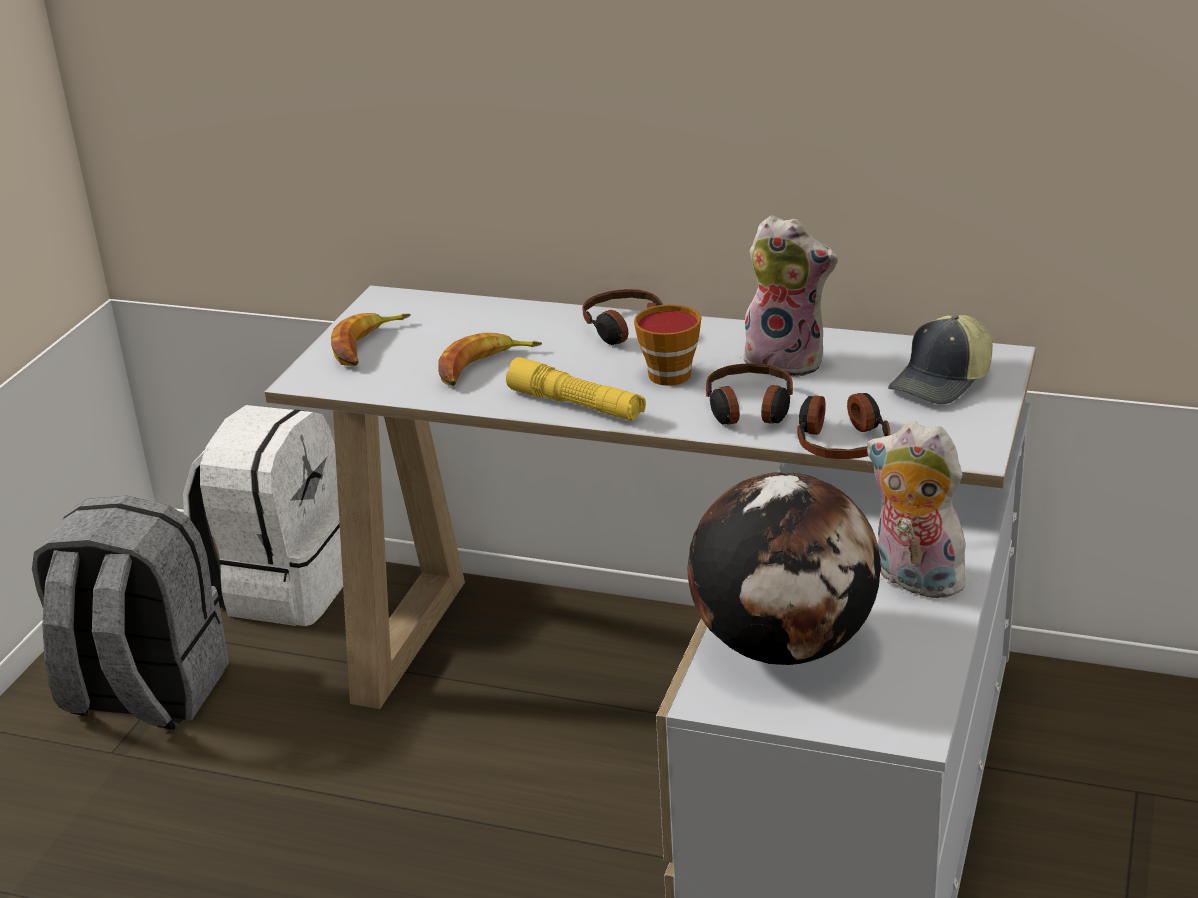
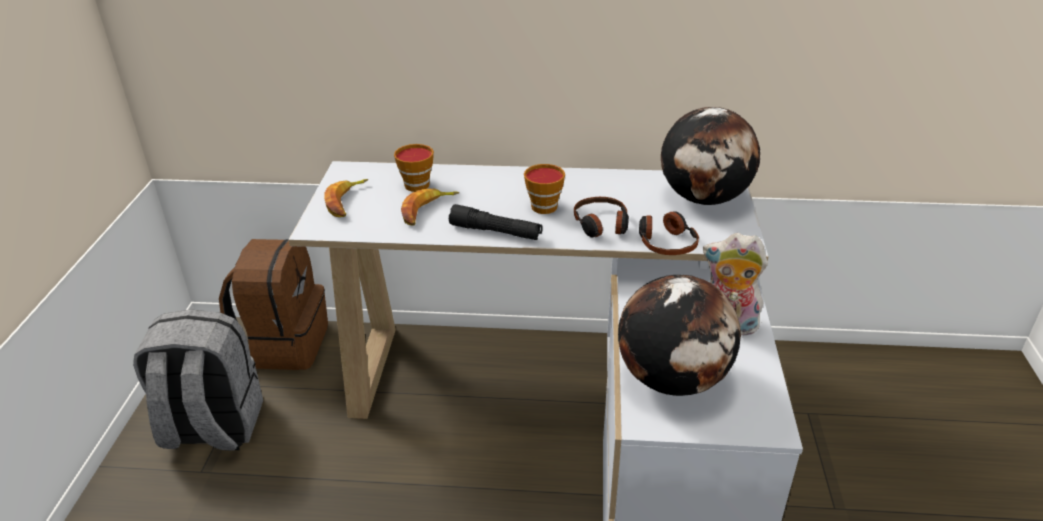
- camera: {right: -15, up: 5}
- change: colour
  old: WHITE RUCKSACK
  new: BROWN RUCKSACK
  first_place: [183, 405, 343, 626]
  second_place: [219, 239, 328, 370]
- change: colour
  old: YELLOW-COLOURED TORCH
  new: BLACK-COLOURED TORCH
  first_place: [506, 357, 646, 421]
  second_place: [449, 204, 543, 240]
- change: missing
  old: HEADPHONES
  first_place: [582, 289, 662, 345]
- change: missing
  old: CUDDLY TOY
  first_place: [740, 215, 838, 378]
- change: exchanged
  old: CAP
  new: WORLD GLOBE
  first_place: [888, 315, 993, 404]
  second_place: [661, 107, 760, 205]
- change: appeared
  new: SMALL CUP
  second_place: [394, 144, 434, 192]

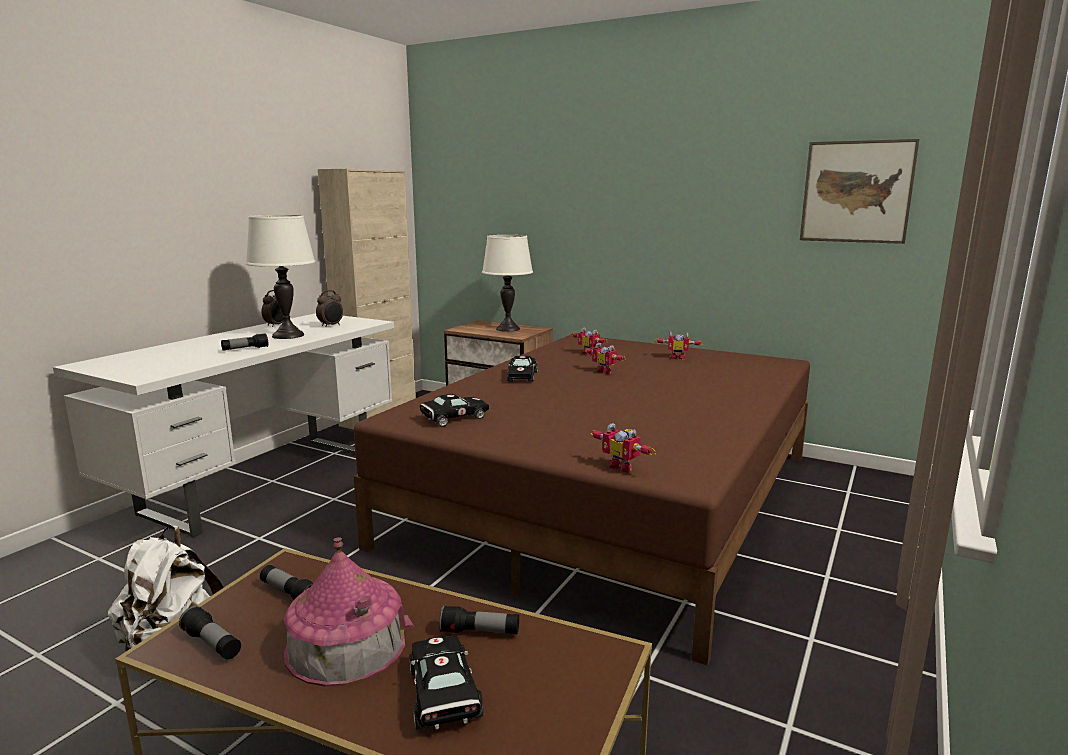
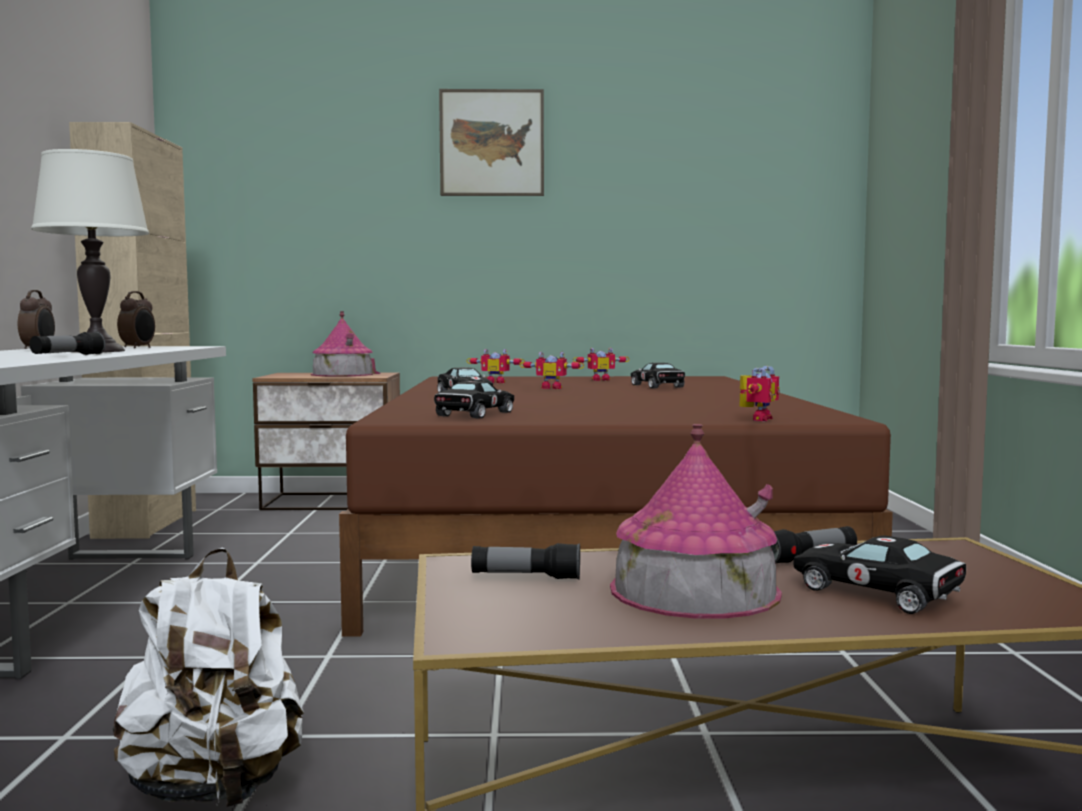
- camera: {right: -30, up: -10}
- change: missing
  old: TORCH
  first_place: [179, 606, 241, 659]
- change: exchanged
  old: WHITE TABLE LAMP
  new: MINIATURE HOUSE
  first_place: [482, 235, 533, 332]
  second_place: [311, 311, 380, 377]
- change: spun
  old: TOY ROBOT
  first_place: [590, 423, 656, 473]
  second_place: [740, 366, 780, 421]
  degrees: -75
- change: relocated
  old: WALL PICTURE
  first_place: [800, 139, 920, 244]
  second_place: [439, 89, 544, 196]
- change: appeared
  new: BLACK-COLOURED MINIATURE CAR
  second_place: [631, 363, 685, 388]

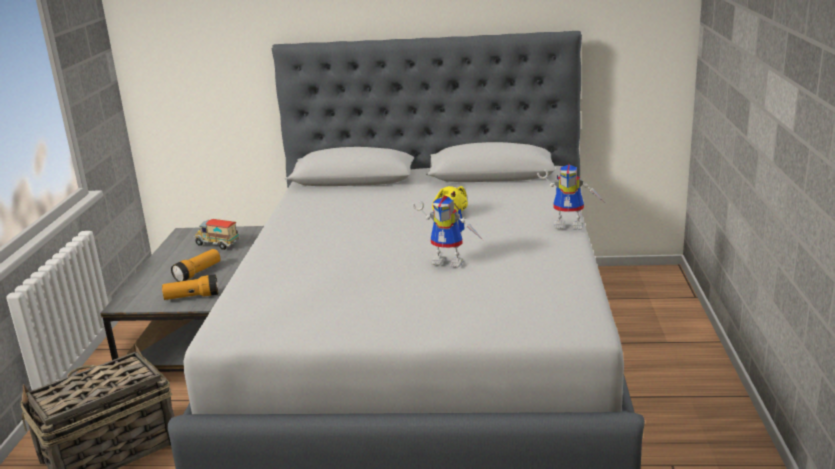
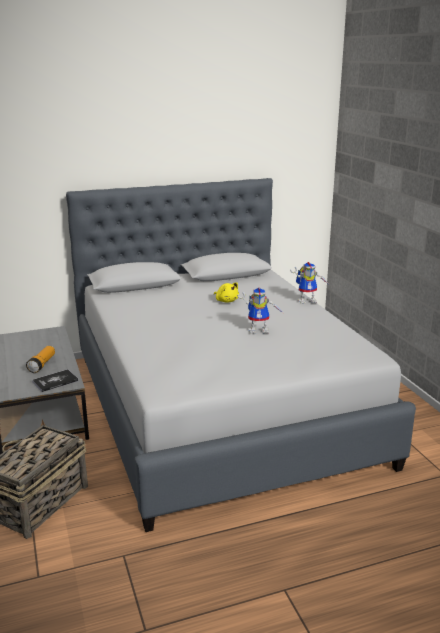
- camera: {right: -25, up: 0}
- change: exchanged
  old: TORCH
  new: BOOK
  first_place: [162, 274, 218, 300]
  second_place: [32, 369, 78, 392]
- change: missing
  old: TOY TRUCK
  first_place: [193, 219, 240, 250]

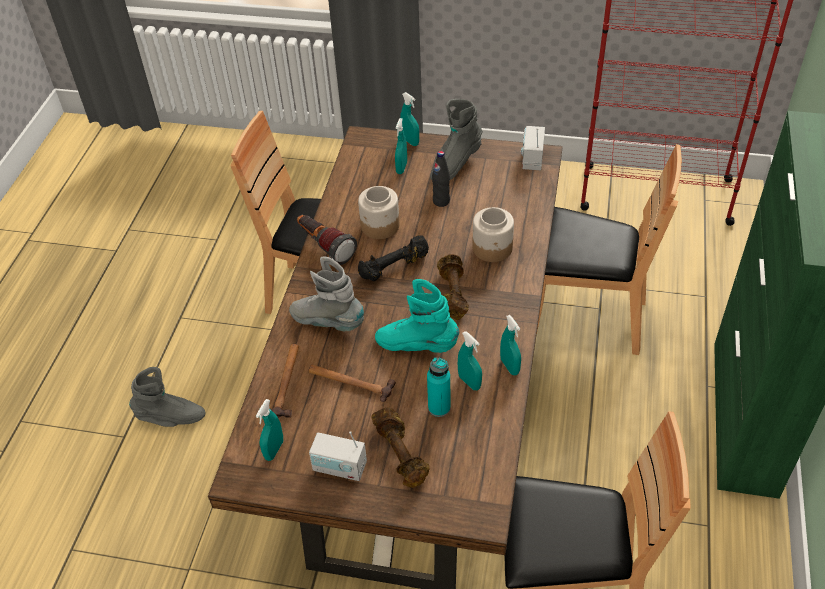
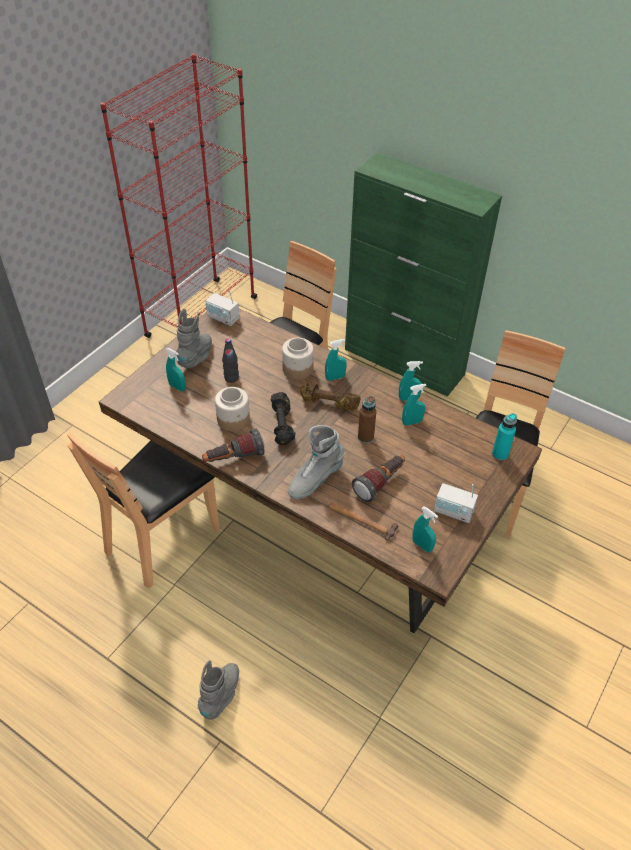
- camera: {right: -70, up: 0}
- change: exchanged
  old: HAMMER
  new: TORCH
  first_place: [309, 365, 396, 402]
  second_place: [352, 455, 405, 503]
- change: spun
  old: RADIO SET
  first_place: [309, 431, 367, 481]
  second_place: [434, 483, 478, 523]
  degrees: 75
- change: missing
  old: BROWN HAND WEIGHT
  first_place: [372, 407, 430, 488]
- change: exchanged
  old: TURQUOISE TALL BOOT
  new: BROWN BEVERAGE BOTTLE
  first_place: [375, 279, 459, 353]
  second_place: [358, 396, 376, 444]
- change: relocated
  old: TURQUOISE SPRAY BOTTLE
  first_place: [400, 92, 419, 146]
  second_place: [325, 339, 347, 381]
- change: relocated
  old: TURQUOISE BEVERAGE BOTTLE
  first_place: [427, 357, 451, 417]
  second_place: [492, 413, 517, 461]
- change: spun
  old: GRAY TALL BOOT
  first_place: [430, 99, 483, 180]
  second_place: [176, 309, 212, 368]
  degrees: -135

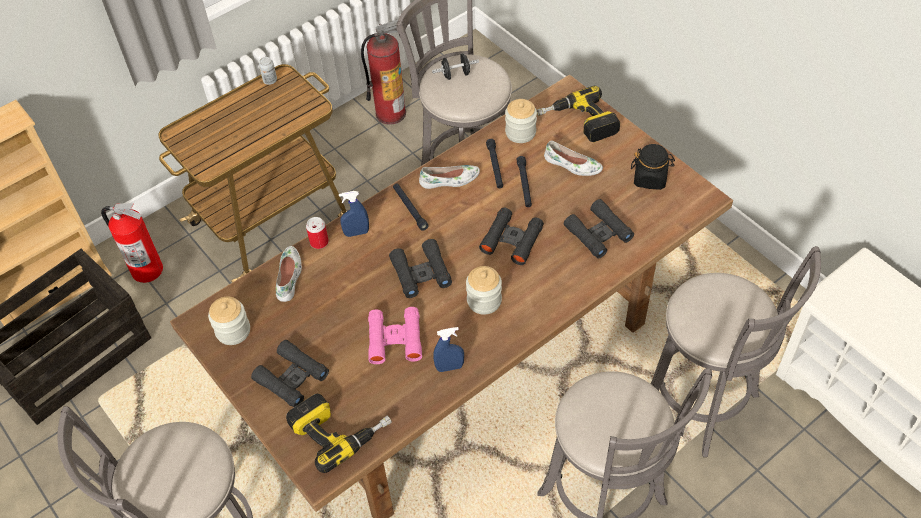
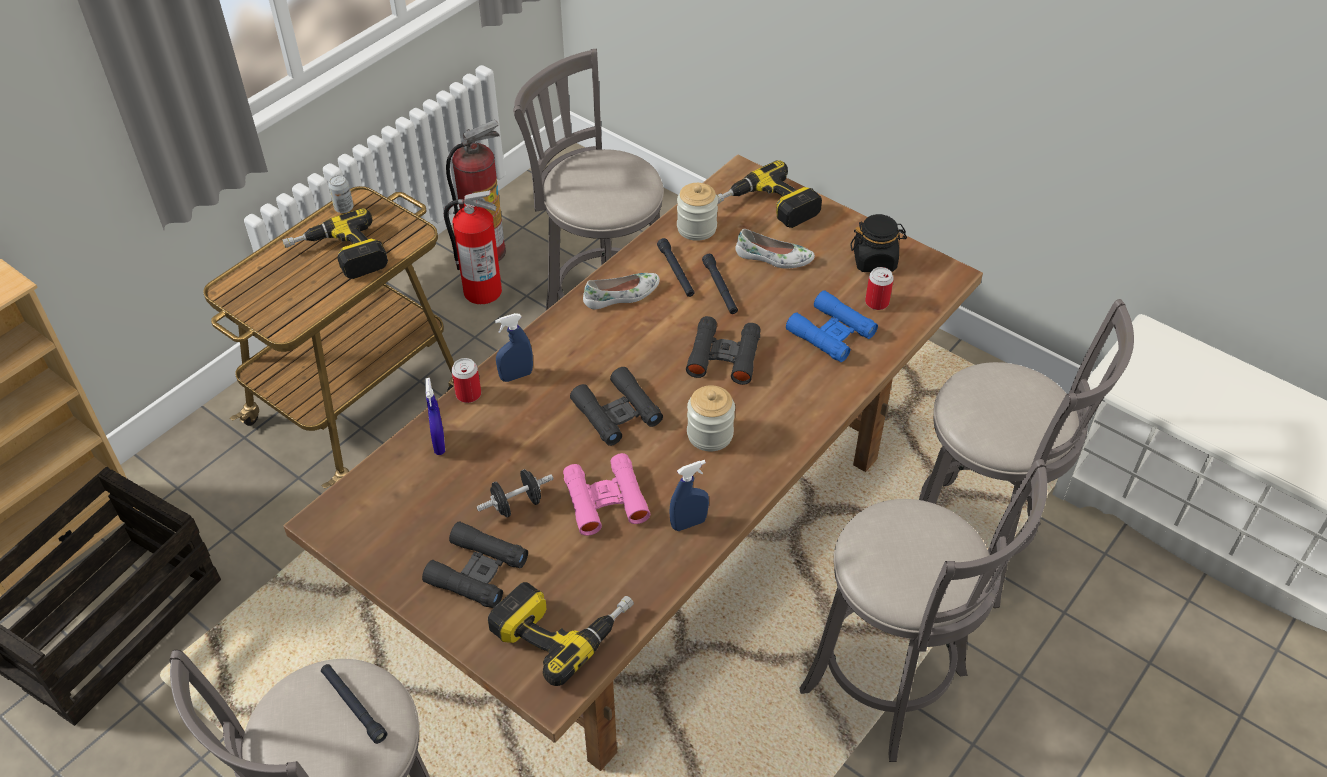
- camera: {right: -15, up: -5}
- change: relocated
  old: FIRE-FIGHTING CYLINDER
  first_place: [101, 203, 163, 283]
  second_place: [444, 190, 502, 304]
- change: missing
  old: STORAGE JAR
  first_place: [208, 296, 250, 345]
- change: exchanged
  old: WHITE LOW SHOE
  new: BLUE SPRAY BOTTLE
  first_place: [276, 246, 302, 302]
  second_place: [425, 378, 445, 455]
- change: relocated
  old: BLACK-COLOURED TORCH
  first_place: [393, 183, 429, 231]
  second_place: [321, 664, 388, 744]
- change: relocated
  old: BLACK-COLOURED HAND WEIGHT
  first_place: [432, 53, 479, 80]
  second_place: [477, 469, 554, 517]
- change: colour
  old: BLACK-COLOURED BINOCULARS
  new: BLUE BINOCULARS
  first_place: [564, 199, 634, 259]
  second_place: [786, 290, 878, 362]
- change: appeared
  new: DRILL
  second_place: [282, 208, 388, 279]
- change: appeared
  new: SEALED CAN
  second_place: [865, 267, 894, 310]

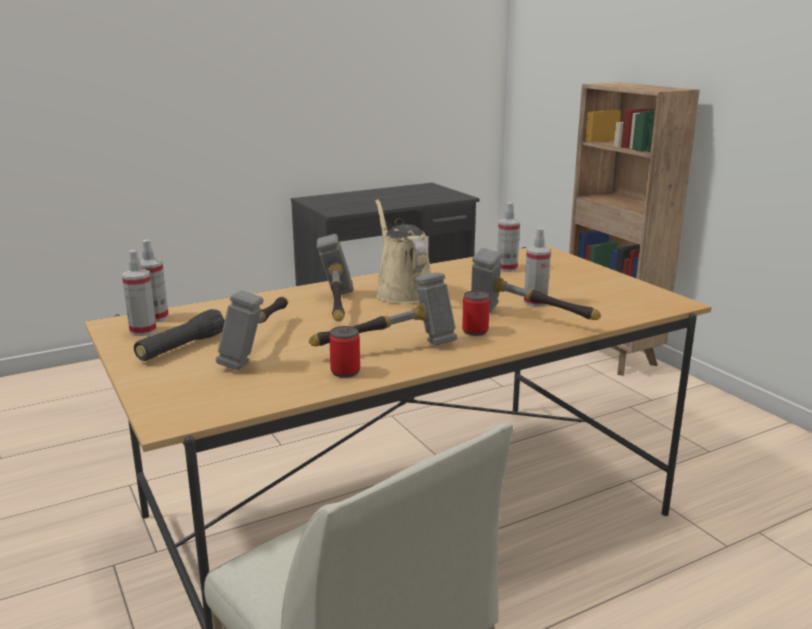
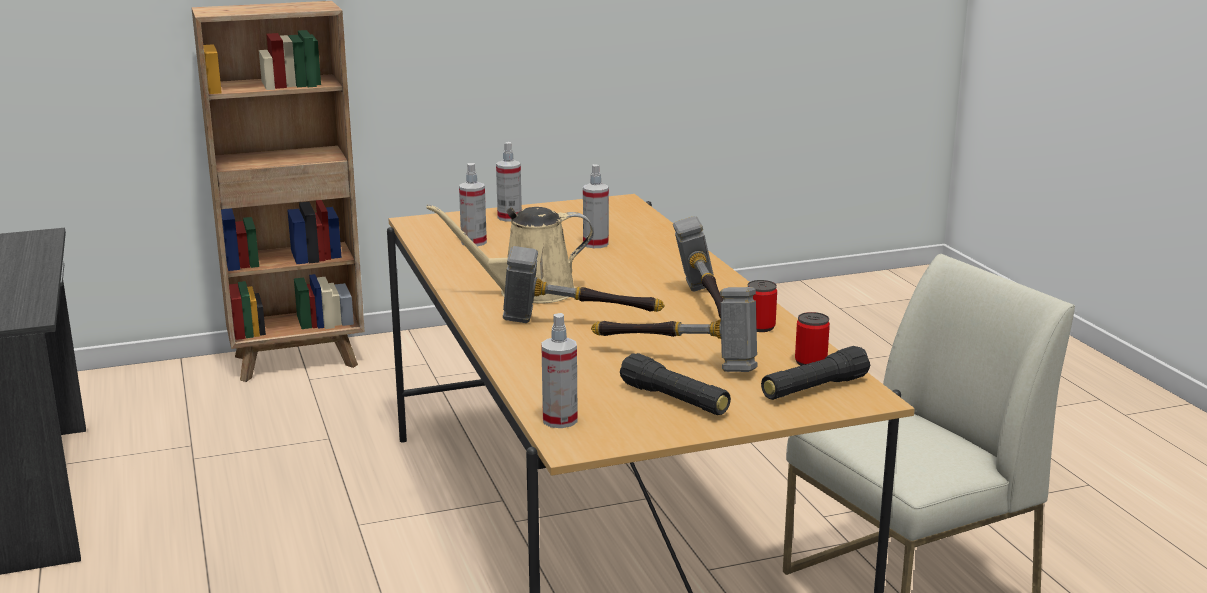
- camera: {right: -80, up: 0}
- change: relocated
  old: SPRAY BOTTLE
  first_place: [122, 250, 157, 336]
  second_place: [496, 142, 522, 221]
- change: relocated
  old: SEALED CAN
  first_place: [462, 291, 490, 336]
  second_place: [795, 312, 830, 366]
- change: missing
  old: HAMMER
  first_place: [471, 248, 601, 320]
- change: appeared
  new: BLACK-COLOURED TORCH
  second_place: [761, 346, 870, 400]

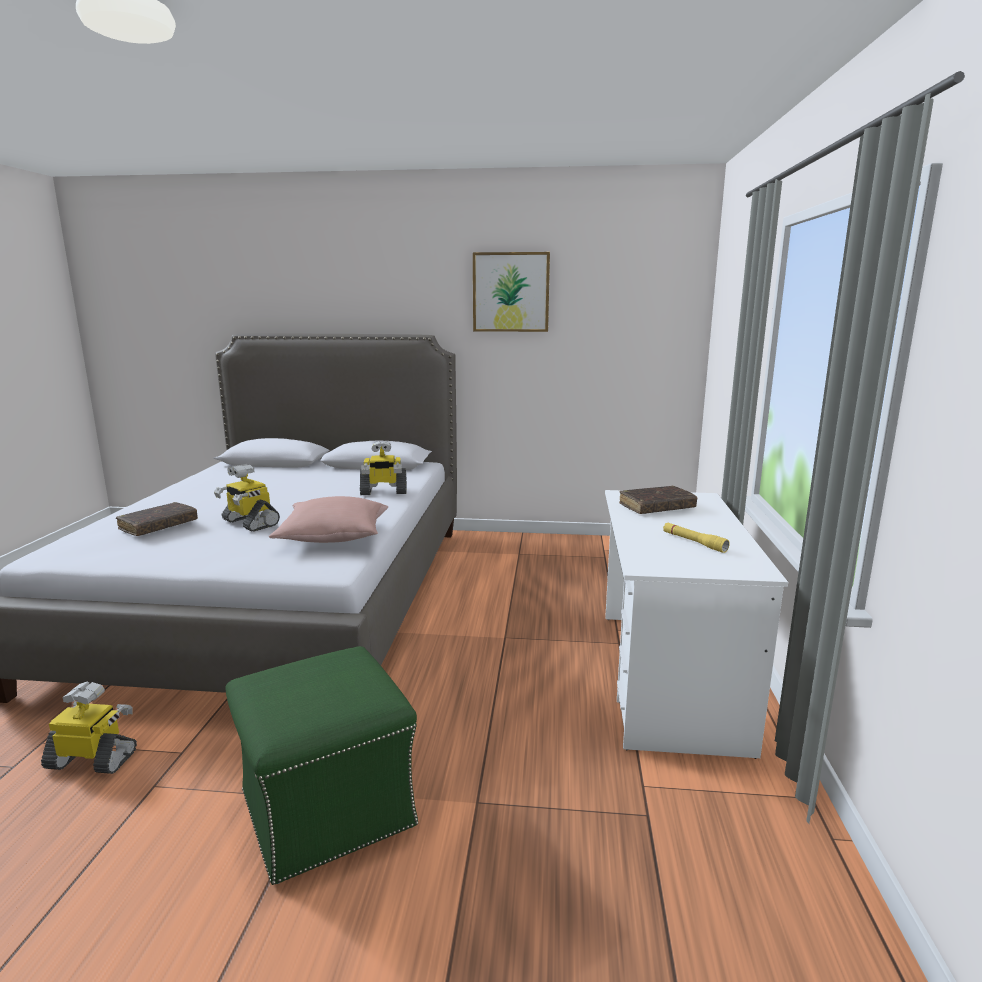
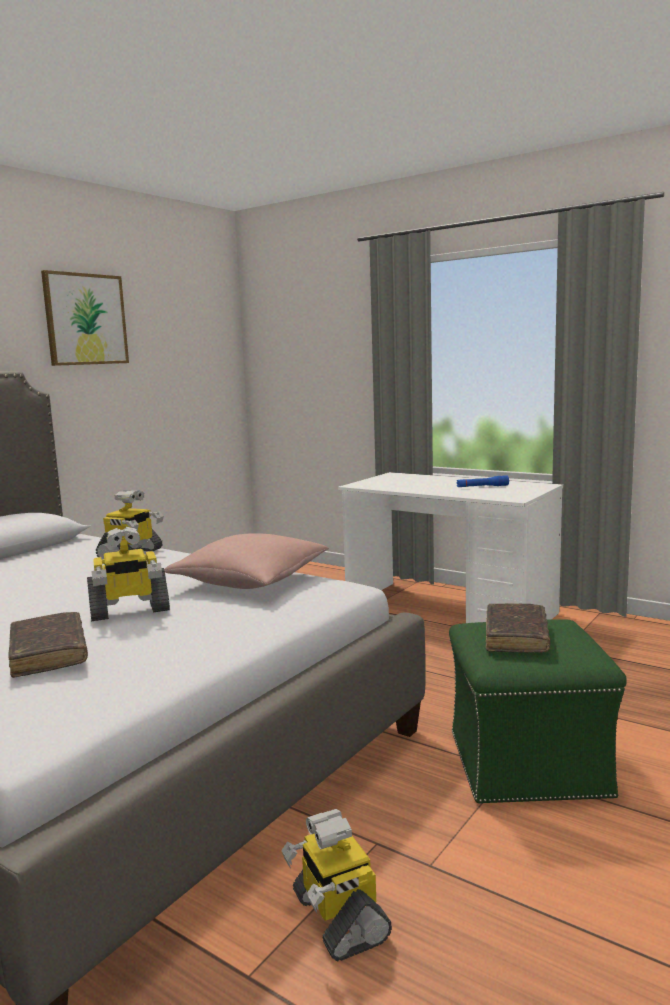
- camera: {right: -60, up: -5}
- change: spun
  old: TOY ROBOT
  first_place: [41, 681, 137, 774]
  second_place: [281, 809, 392, 961]
  degrees: -60
- change: relocated
  old: BROWN BOOK
  first_place: [619, 486, 698, 514]
  second_place: [486, 604, 550, 653]
- change: colour
  old: YELLOW-COLOURED TORCH
  new: BLUE TORCH
  first_place: [663, 523, 730, 553]
  second_place: [456, 475, 509, 487]

